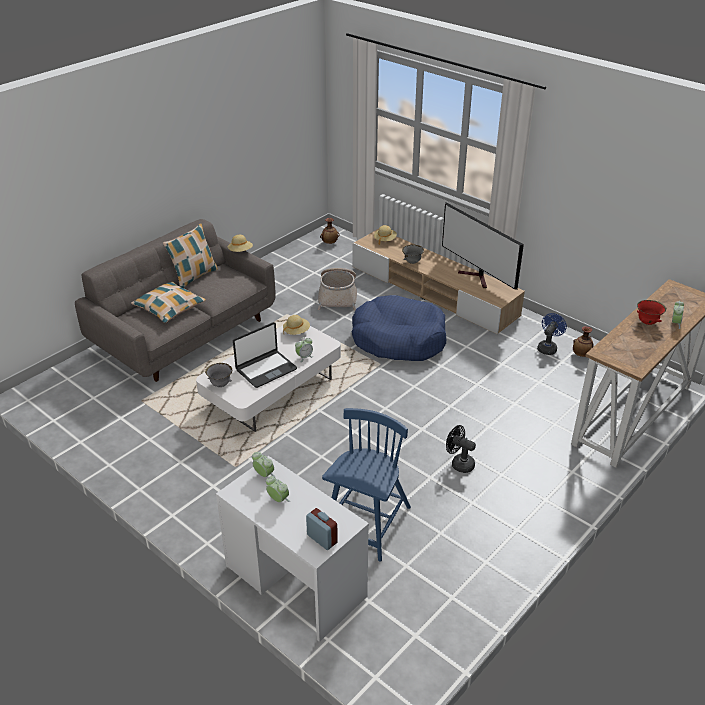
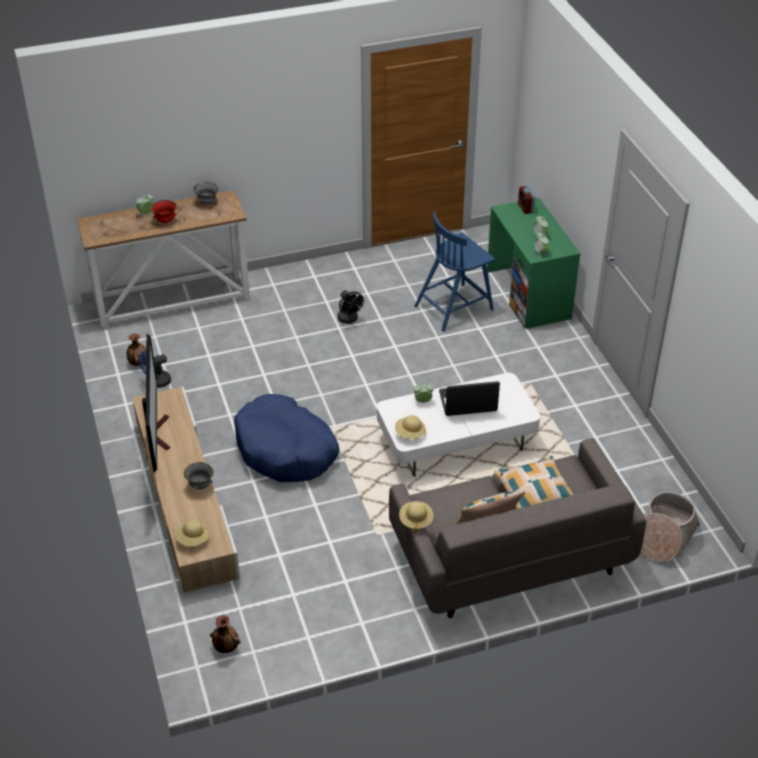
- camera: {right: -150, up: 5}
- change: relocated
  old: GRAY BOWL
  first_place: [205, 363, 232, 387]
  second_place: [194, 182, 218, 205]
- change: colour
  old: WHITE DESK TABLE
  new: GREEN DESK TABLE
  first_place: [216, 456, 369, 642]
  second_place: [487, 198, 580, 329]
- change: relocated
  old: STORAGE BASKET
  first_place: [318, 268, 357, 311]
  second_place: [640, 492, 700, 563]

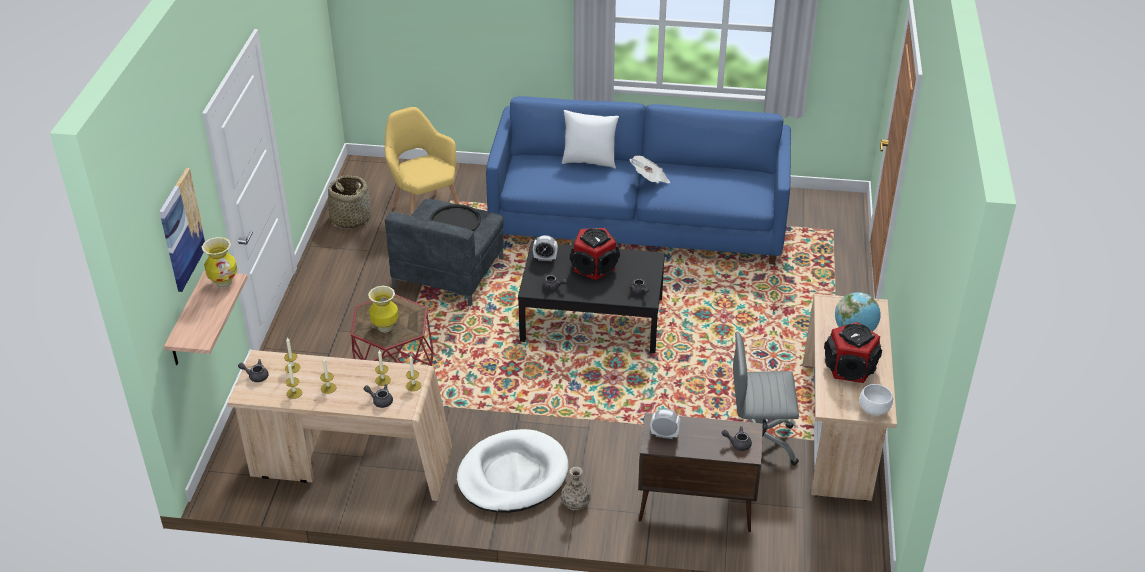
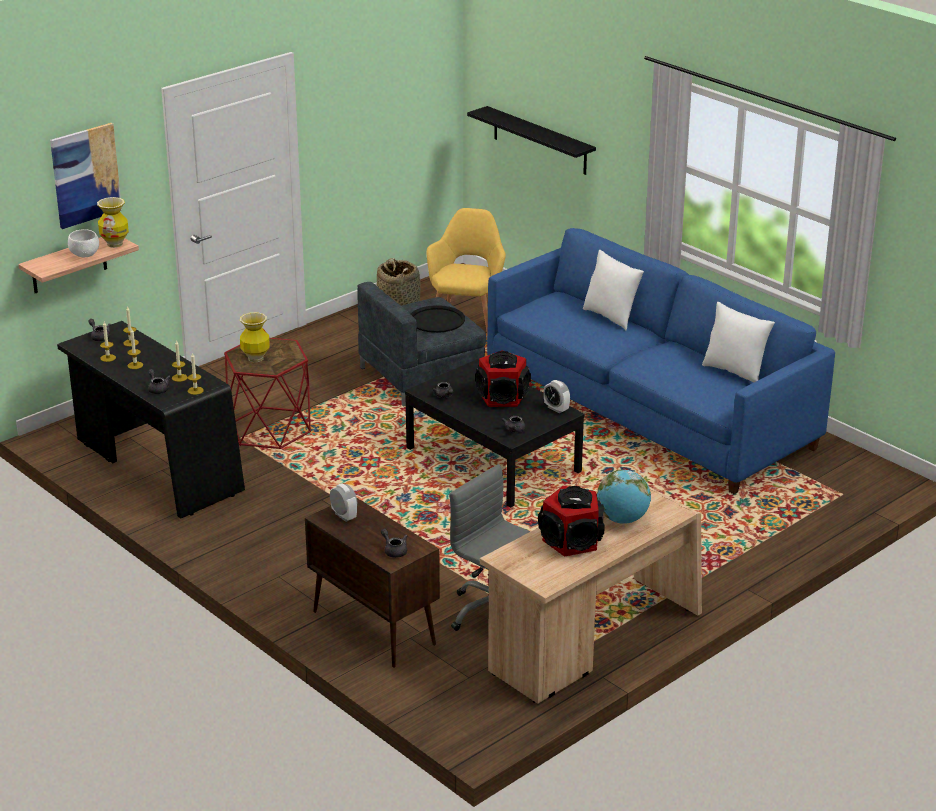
- camera: {right: 40, up: -10}
- change: colour
  old: BEIGE-COLOURED DESK TABLE
  new: BLACK-COLOURED DESK TABLE
  first_place: [227, 350, 452, 501]
  second_place: [57, 321, 245, 519]
- change: missing
  old: WHITE PET BED
  first_place: [457, 429, 568, 513]
- change: relocated
  old: ALARM CLOCK
  first_place: [533, 235, 558, 261]
  second_place: [544, 380, 570, 413]
- change: missing
  old: DECORATIVE VASE
  first_place: [561, 467, 591, 510]
- change: missing
  old: PRINTED PAPER
  first_place: [629, 156, 670, 183]
- change: relocated
  old: WHITE BOWL
  first_place: [859, 384, 893, 415]
  second_place: [68, 229, 99, 257]
- change: appeared
  new: BLACK-COLOURED SHELF
  second_place: [467, 106, 596, 175]
- change: appeared
  new: WHITE CUSHION
  second_place: [702, 302, 775, 382]

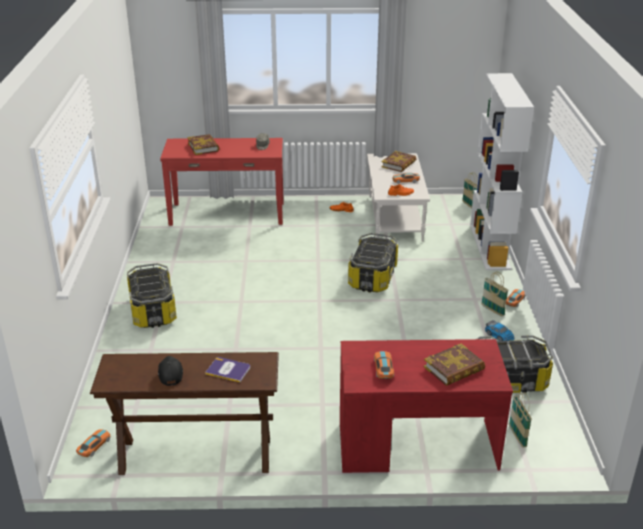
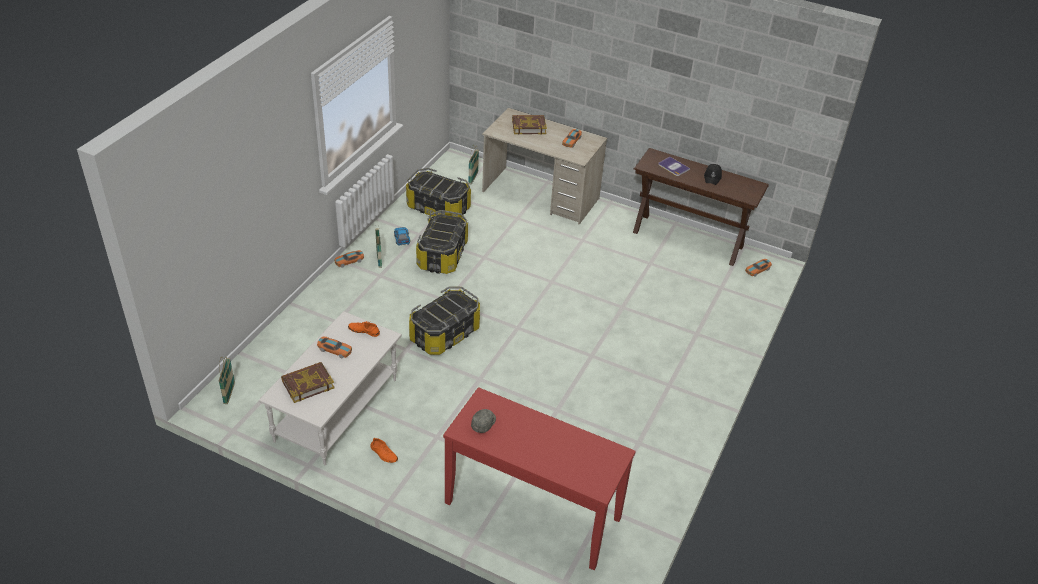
- camera: {right: -155, up: 10}
- change: relocated
  old: STORAGE BOX
  first_place: [127, 263, 177, 328]
  second_place: [416, 210, 468, 274]
- change: missing
  old: BOOK
  first_place: [188, 134, 219, 155]
- change: colour
  old: REDDISH DESK TABLE
  new: BEIGE-COLOURED DESK TABLE
  first_place: [340, 339, 513, 473]
  second_place: [482, 108, 607, 225]
- change: missing
  old: WHITE SHELVING UNIT
  first_place: [470, 73, 534, 270]

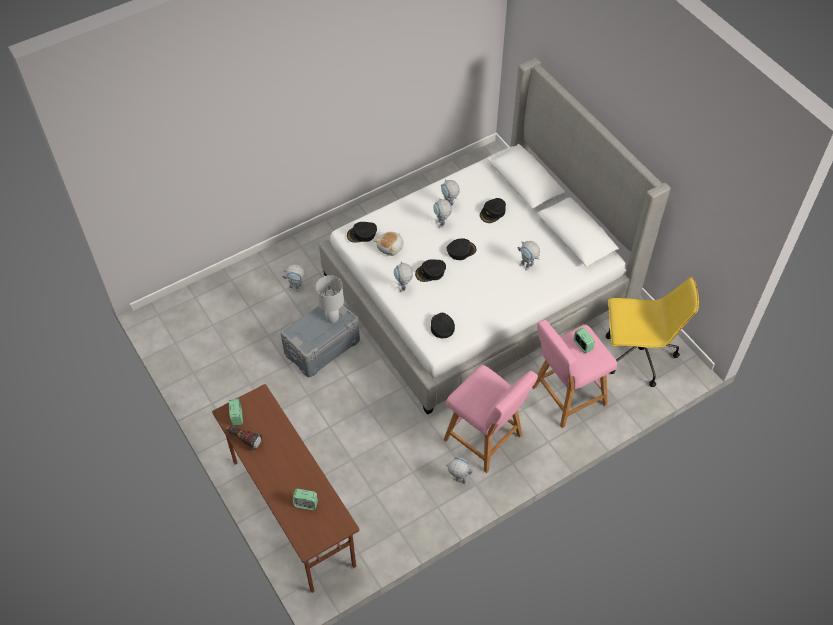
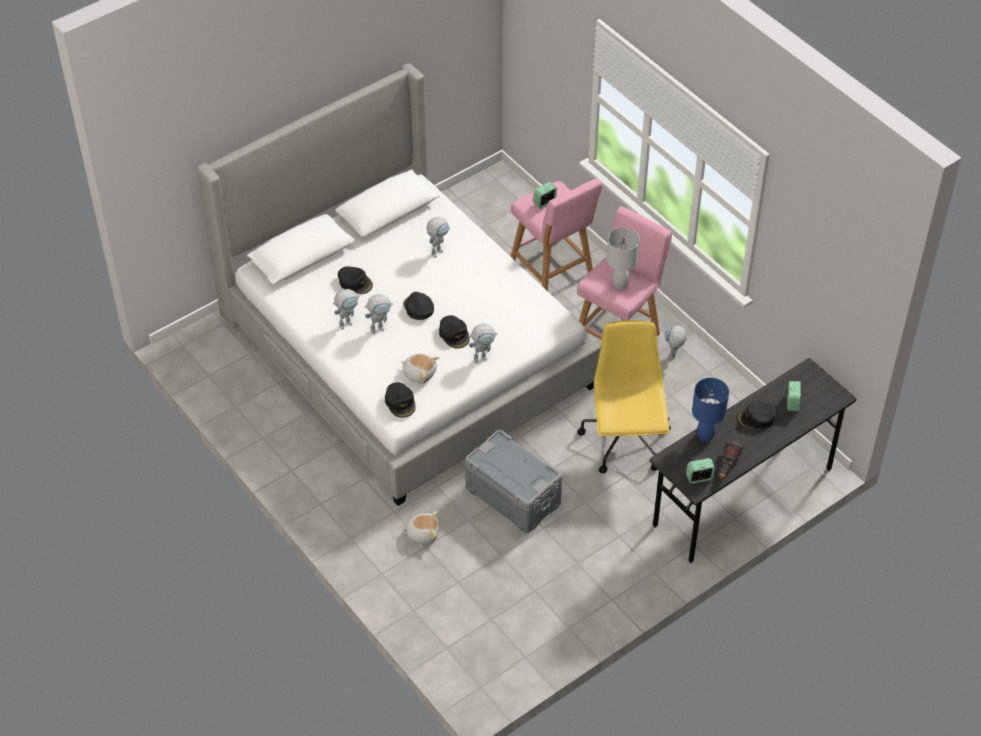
- camera: {right: -95, up: -5}
- change: colour
  old: BROWN DESK TABLE
  new: GRAY DESK TABLE
  first_place: [212, 384, 359, 593]
  second_place: [650, 358, 856, 563]
- change: exchanged
  old: TOY ROBOT
  new: CUDDLY TOY
  first_place: [282, 264, 307, 292]
  second_place: [402, 511, 439, 544]
- change: relocated
  old: WHITE TABLE LAMP
  first_place: [316, 275, 344, 323]
  second_place: [607, 228, 640, 290]
- change: relocated
  old: BLACK-COLOURED CAP
  first_place: [431, 313, 455, 338]
  second_place: [737, 402, 778, 429]
- change: relocated
  old: YELLOW-COLOURED OFFICE CHAIR
  first_place: [605, 277, 699, 387]
  second_place: [577, 320, 671, 473]
- change: appeared
  new: BLUE TABLE LAMP
  second_place: [692, 378, 729, 442]

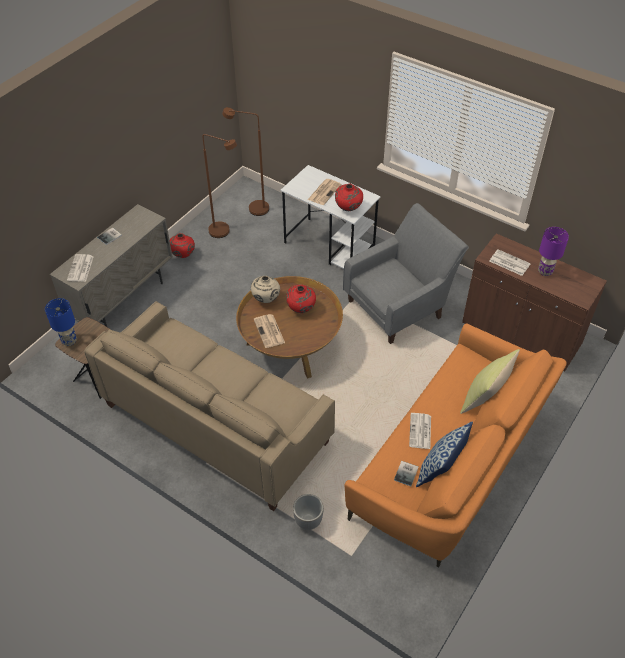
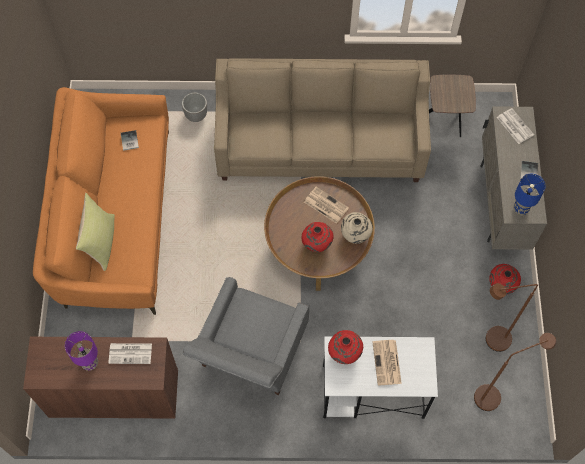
- camera: {right: 145, up: 15}
- change: relocated
  old: BLUE TABLE LAMP
  first_place: [45, 298, 77, 346]
  second_place: [513, 174, 546, 215]
- change: missing
  old: PRINTED PAPER
  first_place: [409, 413, 431, 449]
- change: missing
  old: CUSHION
  first_place: [416, 421, 473, 487]

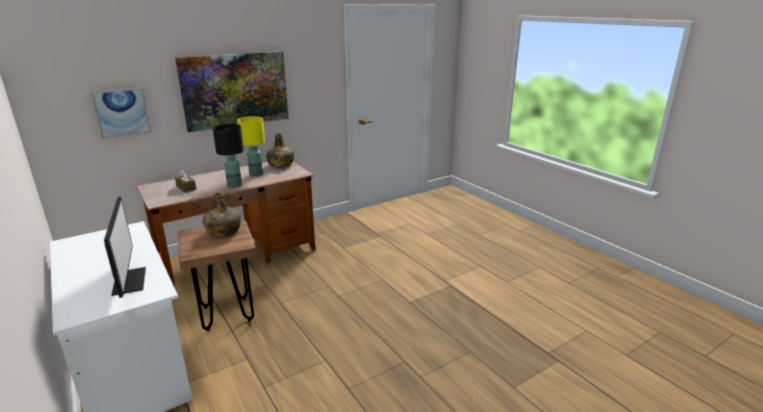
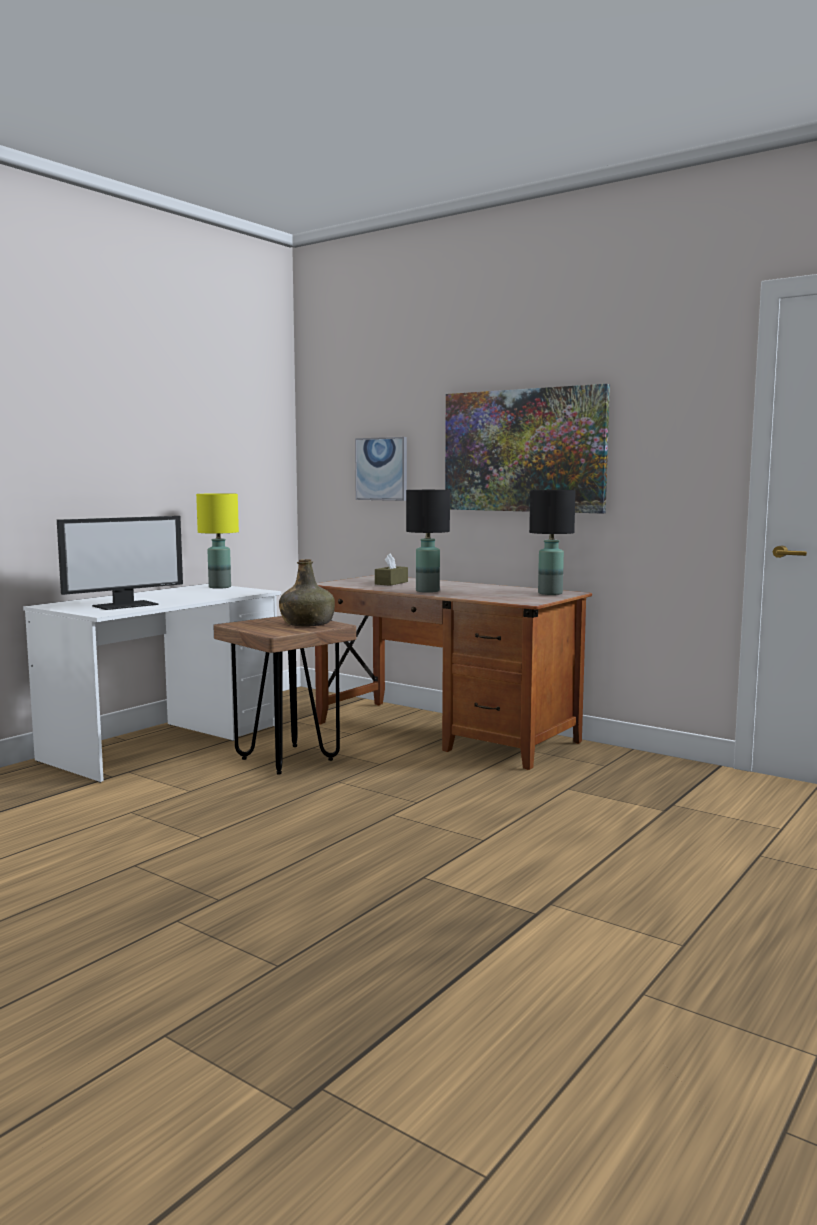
- camera: {right: 70, up: -15}
- change: relocated
  old: YELLOW-COLOURED TABLE LAMP
  first_place: [237, 116, 265, 176]
  second_place: [196, 493, 239, 589]
- change: exchanged
  old: GREEN BEVERAGE BOTTLE
  new: BLACK-COLOURED TABLE LAMP
  first_place: [266, 133, 294, 168]
  second_place: [529, 490, 576, 595]

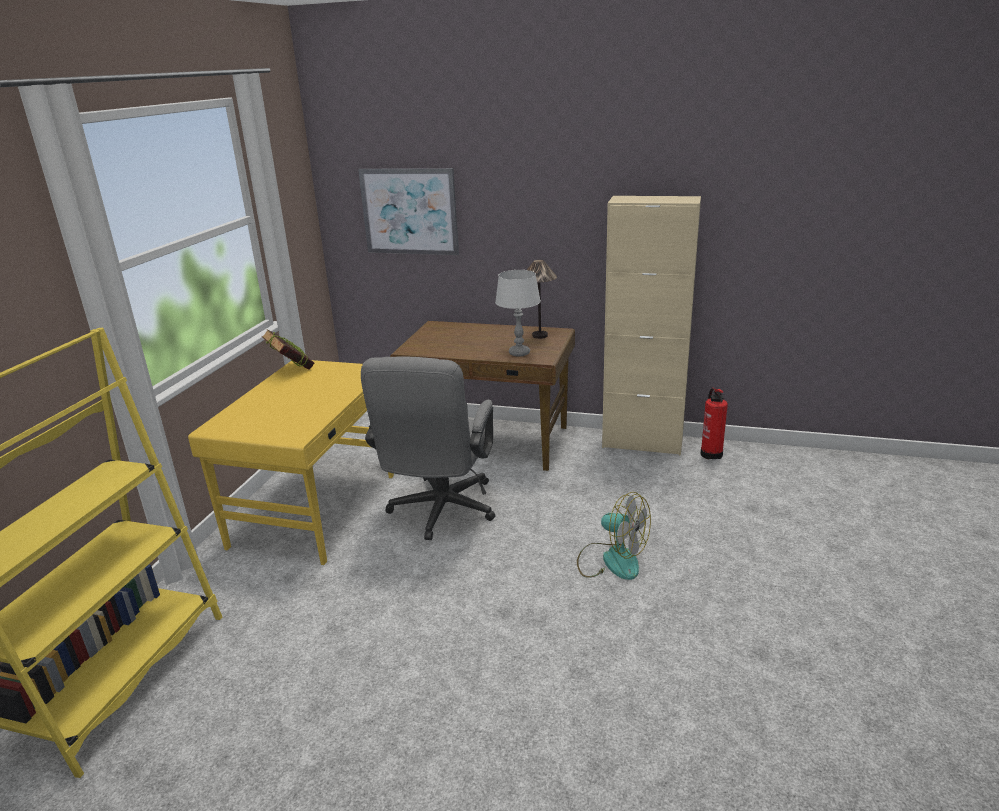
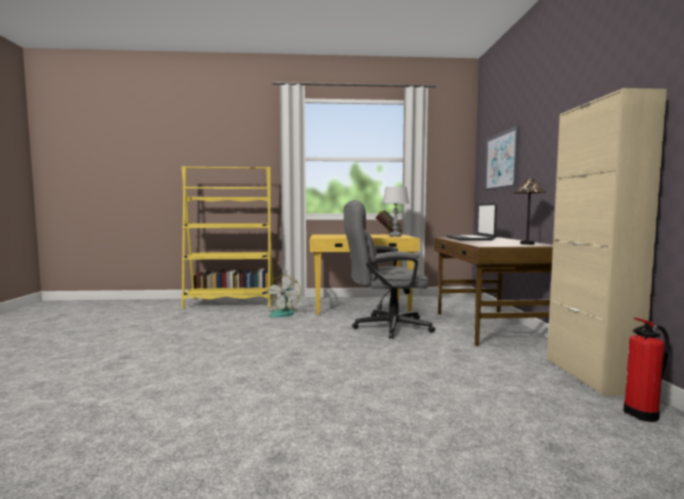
- camera: {right: 70, up: -20}
- change: relocated
  old: GRAY TABLE LAMP
  first_place: [495, 270, 541, 357]
  second_place: [382, 187, 409, 237]
- change: relocated
  old: COOLING FAN
  first_place: [577, 492, 651, 580]
  second_place: [268, 275, 301, 317]
- change: appeared
  new: LAPTOP
  second_place: [447, 203, 497, 241]

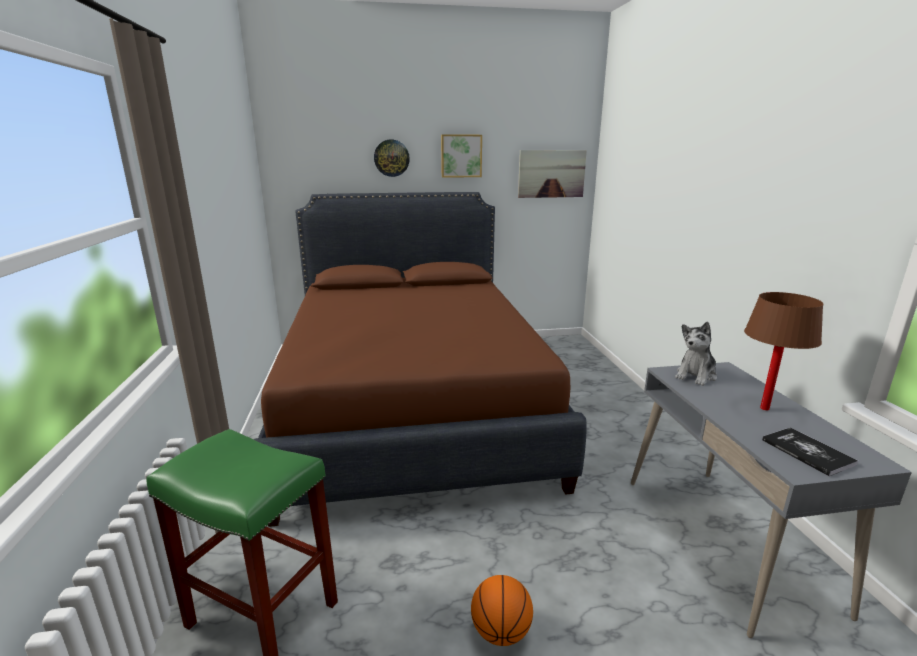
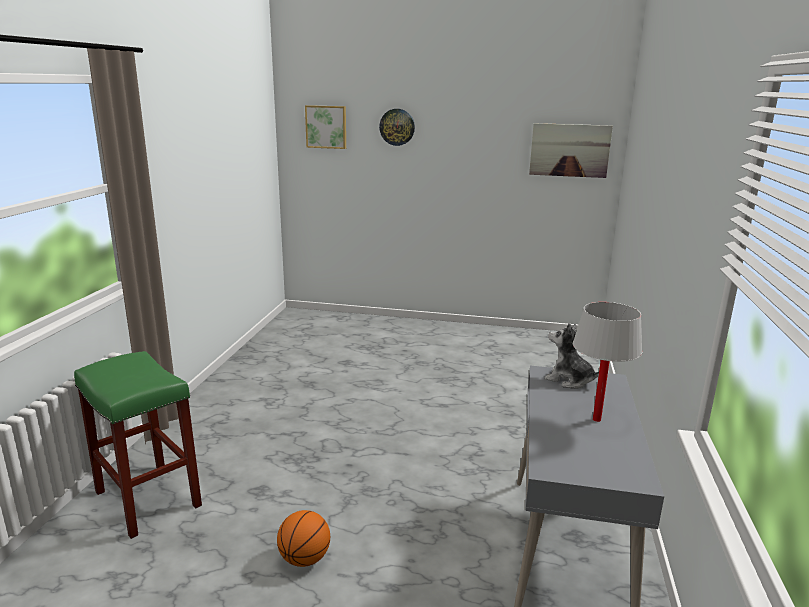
- camera: {right: 20, up: 0}
- change: missing
  old: BROWN SLEEPING BED
  first_place: [253, 192, 586, 527]
- change: relocated
  old: WALL PICTURE
  first_place: [441, 134, 482, 178]
  second_place: [305, 105, 346, 149]
- change: spun
  old: CUDDLY TOY
  first_place: [675, 322, 717, 386]
  second_place: [544, 323, 599, 389]
  degrees: 60
- change: colour
  old: BROWN TABLE LAMP
  new: WHITE TABLE LAMP
  first_place: [744, 292, 824, 410]
  second_place: [573, 302, 643, 422]
- change: missing
  old: BOOK
  first_place: [762, 427, 858, 476]

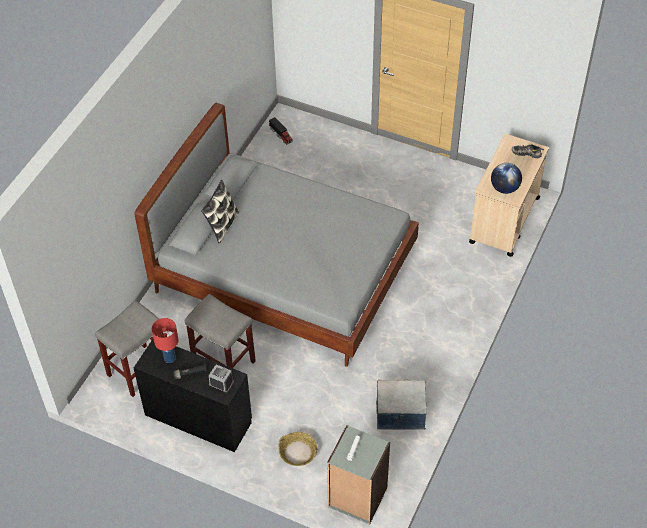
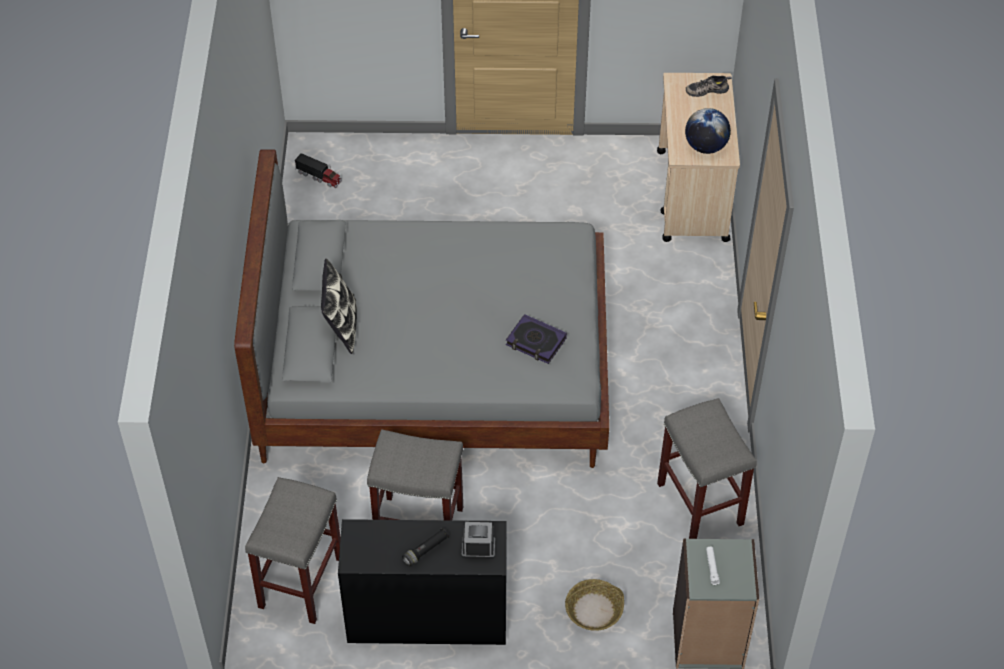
- camera: {right: -25, up: 0}
- change: missing
  old: REDDISH TABLE LAMP
  first_place: [152, 318, 178, 363]
- change: exchanged
  old: STORAGE BOX
  new: GRAY STOOL SEAT
  first_place: [376, 380, 427, 430]
  second_place: [657, 398, 757, 539]
- change: appeared
  new: BOOK
  second_place: [506, 314, 567, 364]

